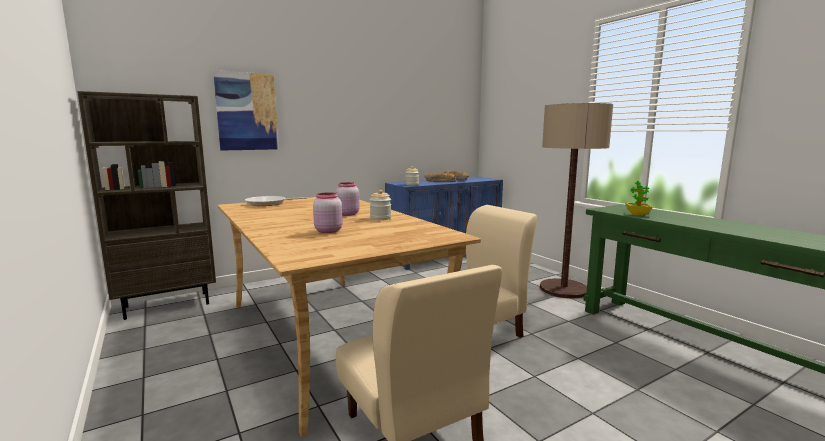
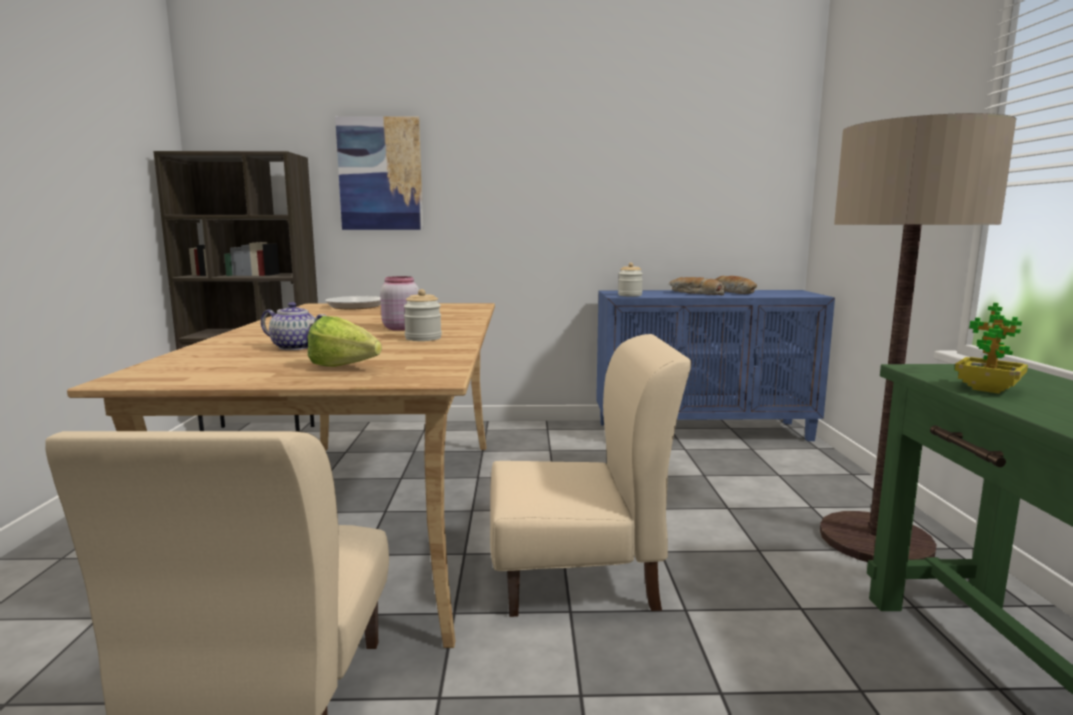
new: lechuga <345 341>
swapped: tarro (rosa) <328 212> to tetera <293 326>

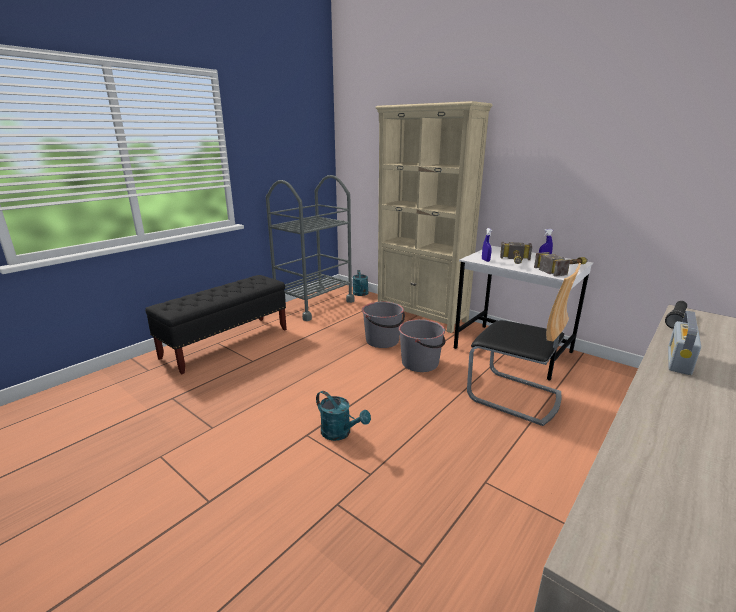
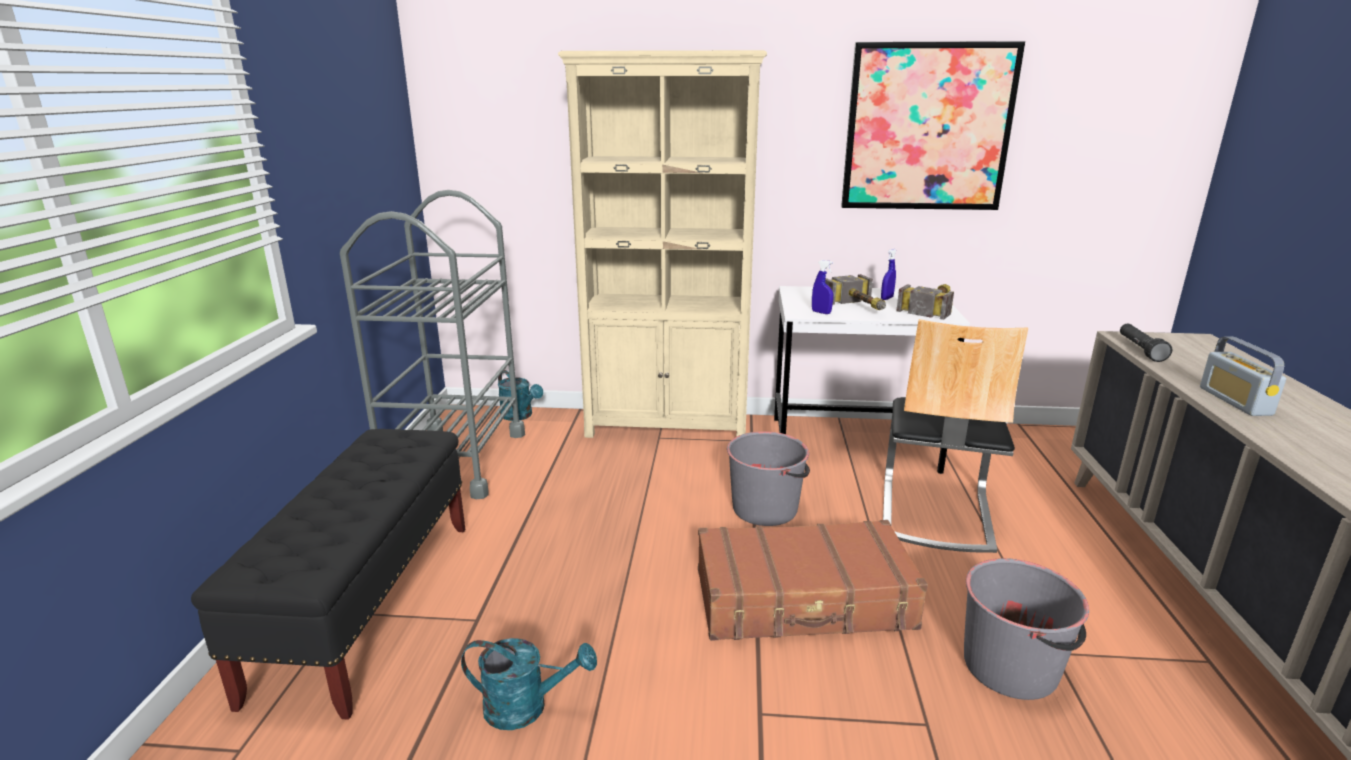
new: maleta (marrón) <813 580>; cuadro <933 125>
shifted: regadera (turquesa) <343 416> to <529 684>; cubo (gris) <383 325> to <1026 629>
rotated: silla <524 344> = <955 436> 105 degrees clockwise

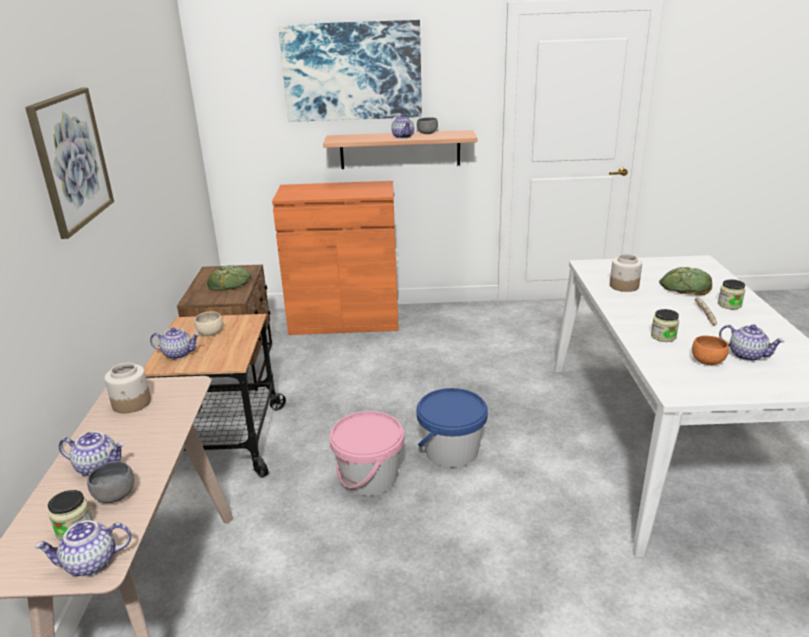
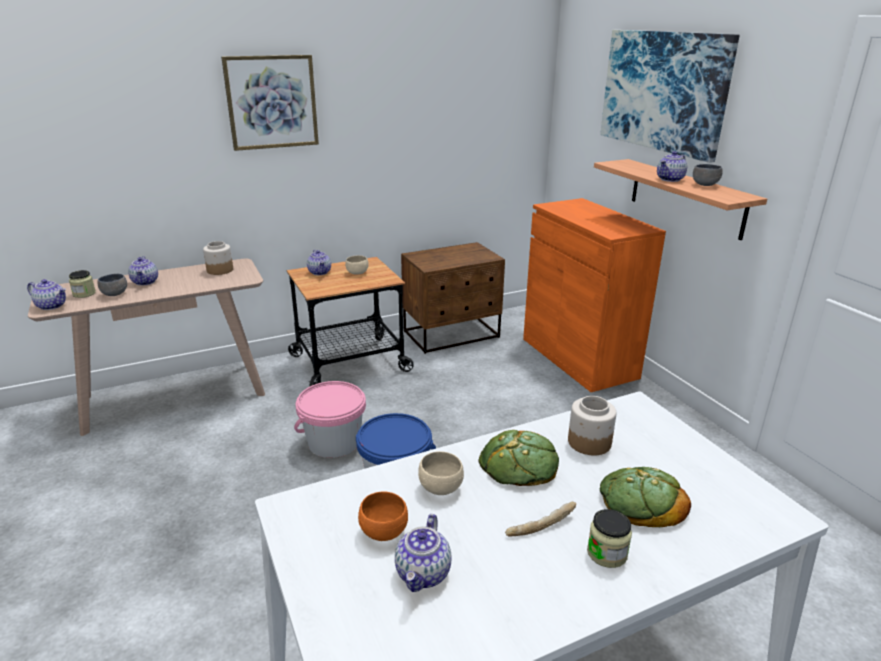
shifted: pan <229 278> to <519 458>
swapped: tarro <665 325> to cuenco (beis) <441 473>
rotated: tetera <83 548> = <46 294> 150 degrees clockwise

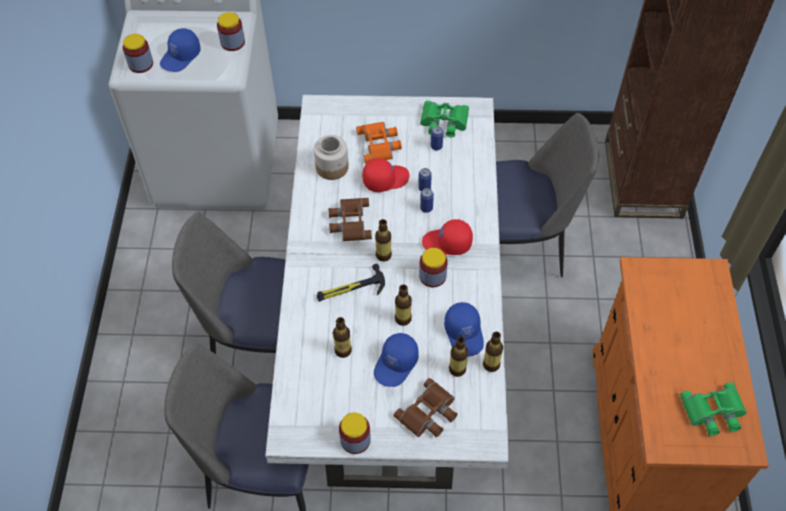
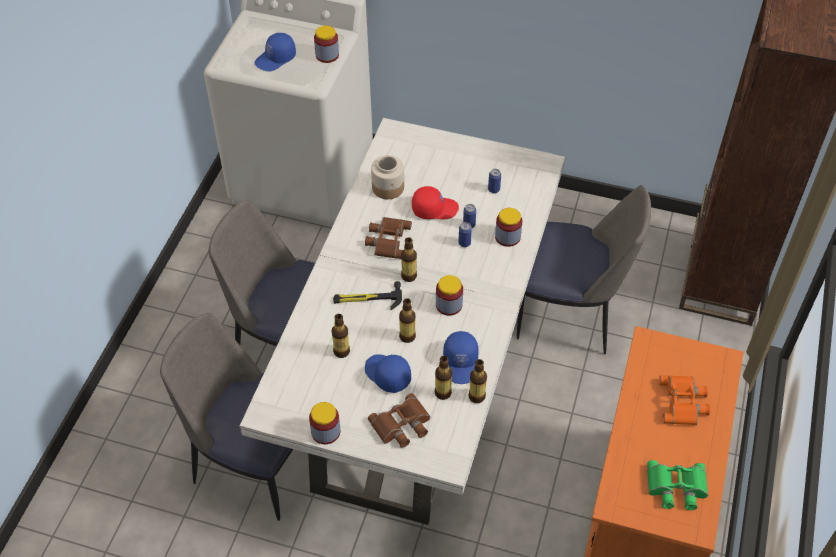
gone: prismáticos (verde) <444 119>; gorra (rojo) <447 237>
shifted: tarro <138 53> to <508 227>; prismáticos (naranja) <379 142> to <684 400>
rotated: gorra (azul) <396 360> = <388 373> 90 degrees clockwise

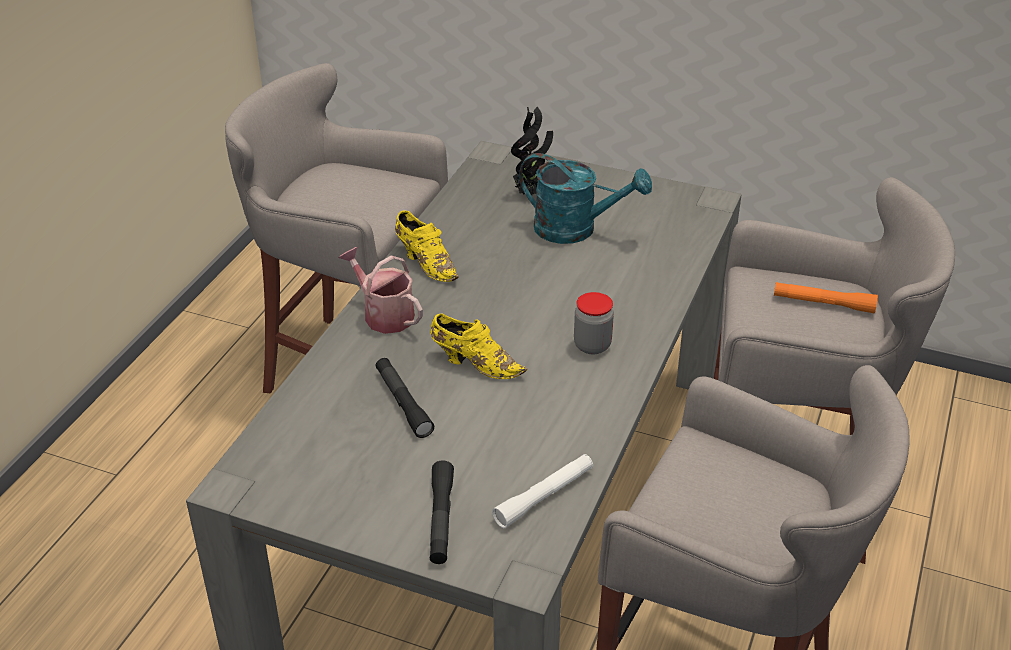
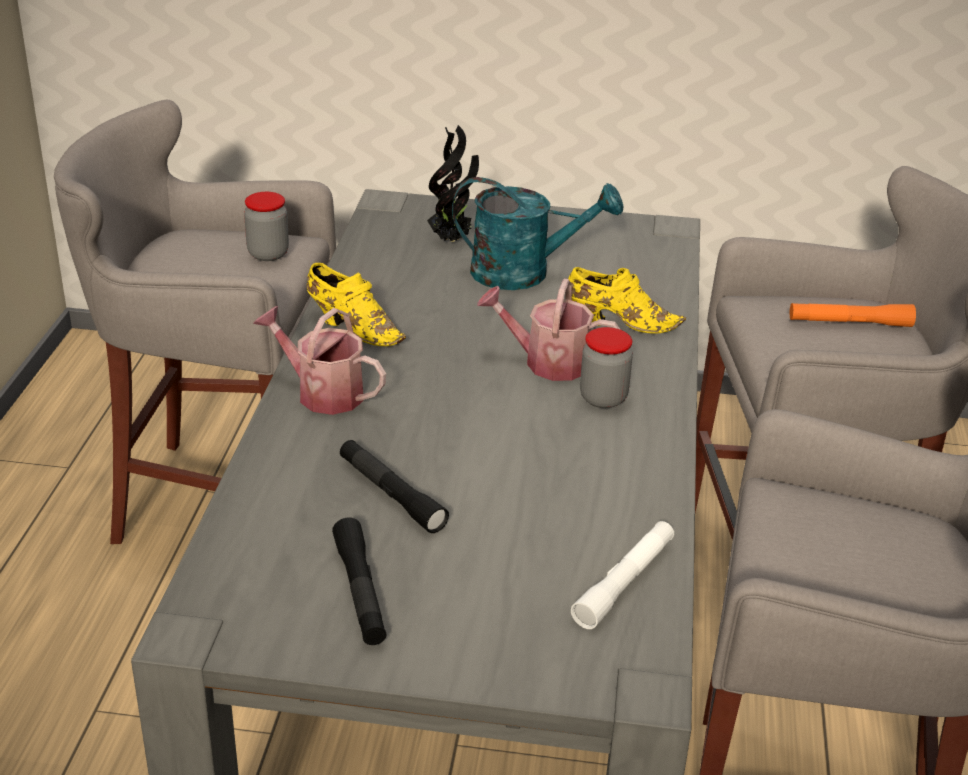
new: tarro <266 226>; regadera <549 330>
shifted: zapato (amarillo) <478 346> to <627 300>; linterna (negro) <442 512> to <359 581>

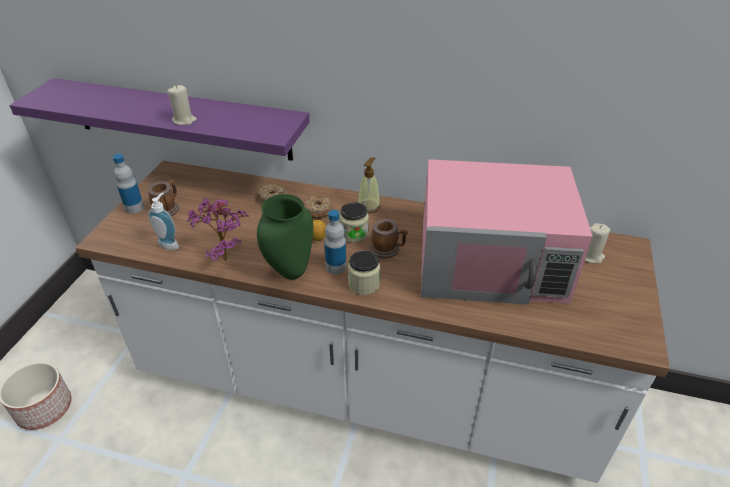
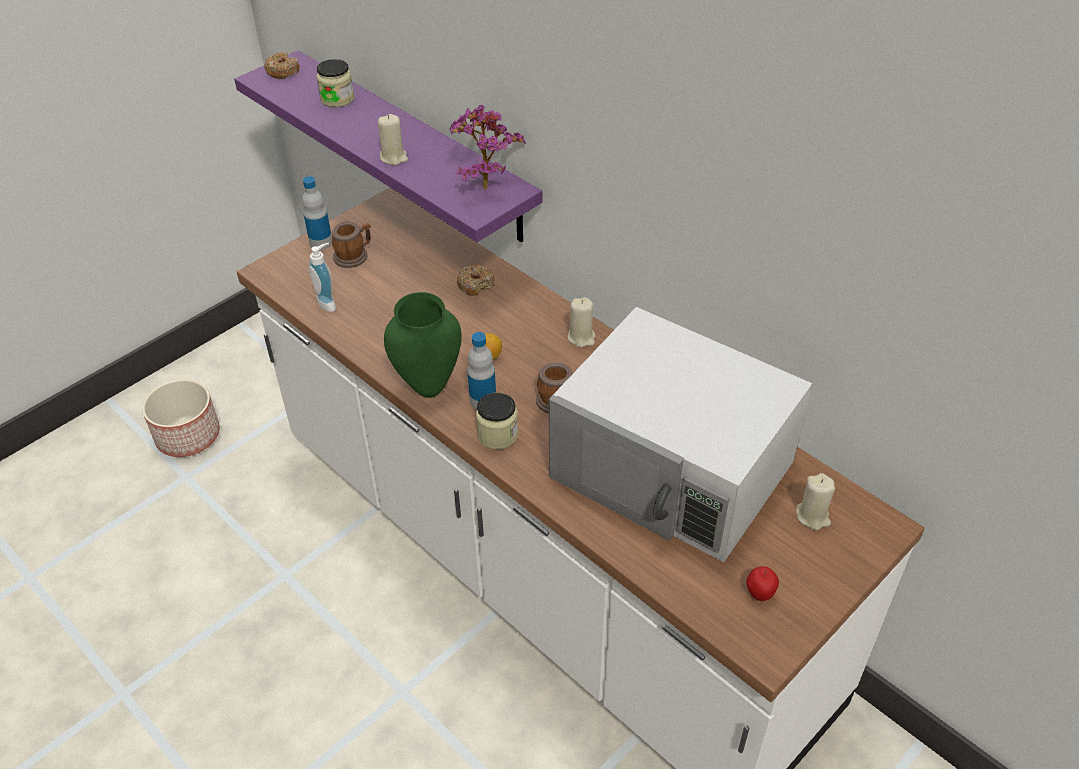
new: manzana <762 583>
shifted: planta en maceta <217 229> to <488 147>; rosquilla <318 207> to <282 65>; tarro <354 222> to <335 83>
swapped: dispensador de jabón <369 185> to vela (beis) <582 322>
repainted: microondas (rosa) <507 232> to microondas (blanco) <681 434>

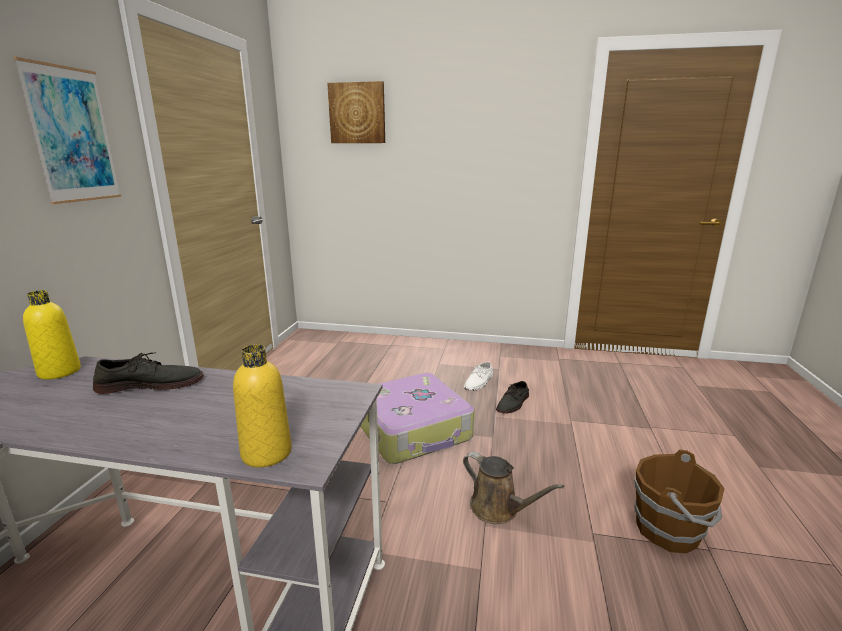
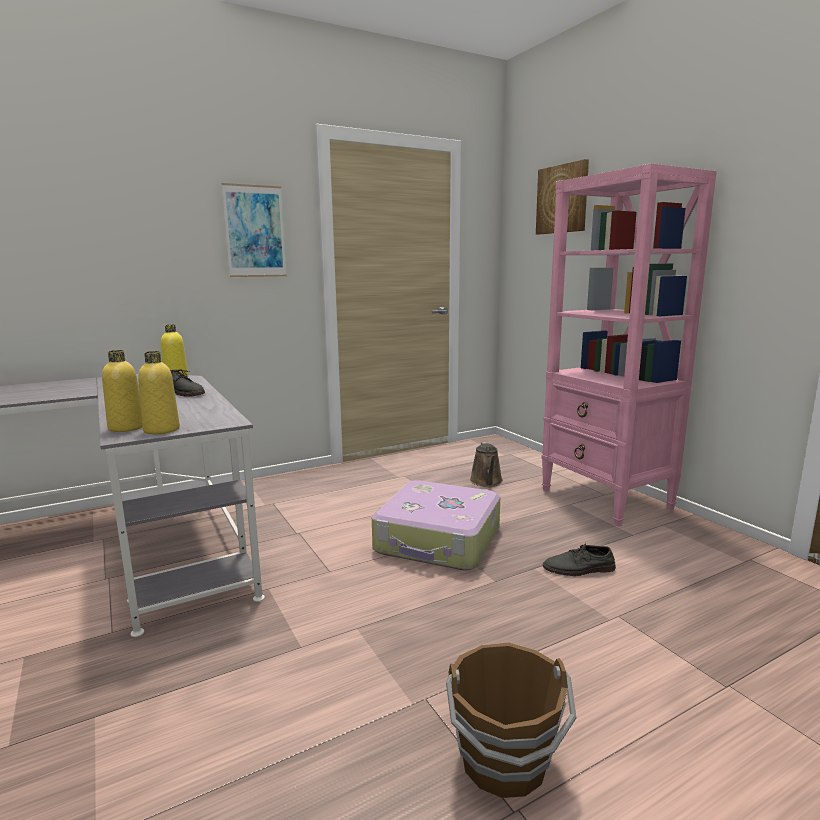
gone: zapato (blanco) <478 376>
new: botella (amarillo) <159 392>; estantería (rosa) <629 345>
shifted: regadera (marrón) <513 488> to <486 464>

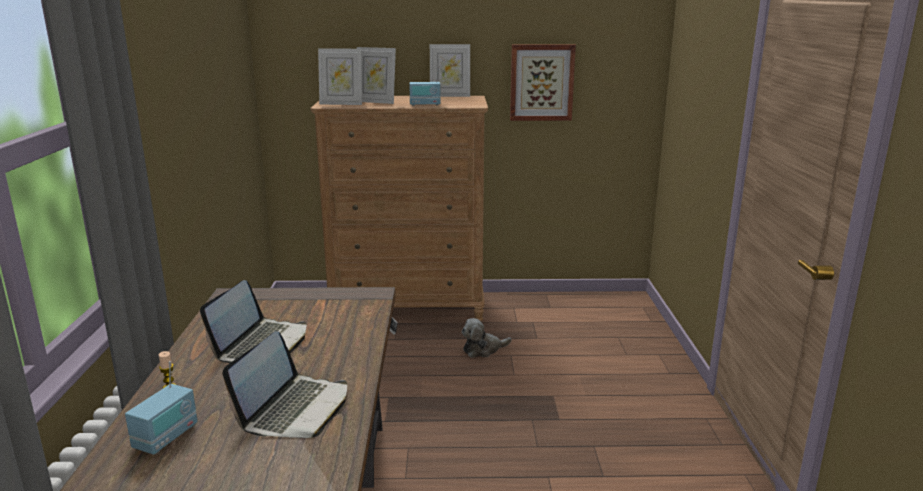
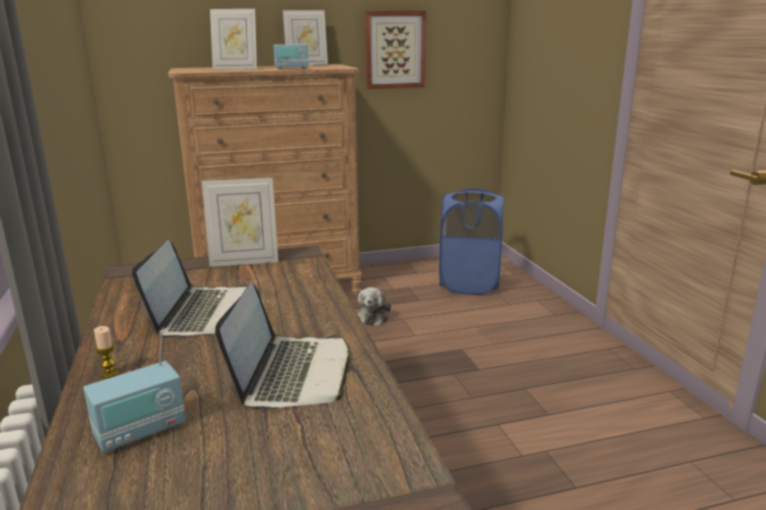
new: cesto de la ropa (azul) <471 241>
shifted: portarretratos <340 76> to <240 222>
rotated: radio <161 408> = <134 391> 45 degrees clockwise; peluche <486 338> = <374 306> 45 degrees counterclockwise

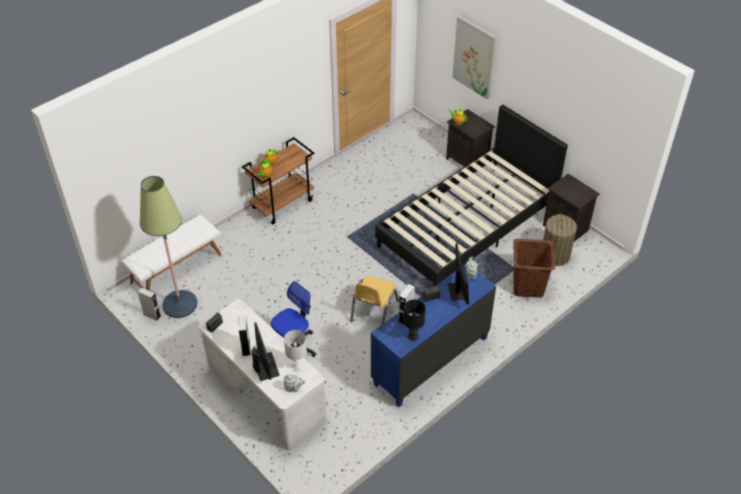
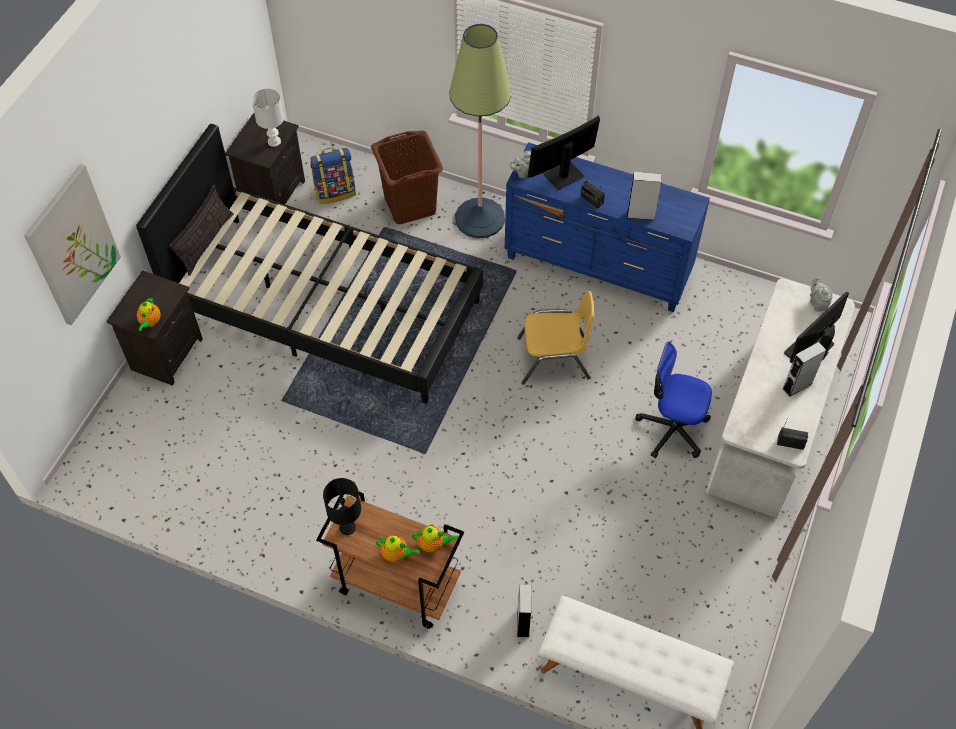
new: cojín <201 230>
shifted: altavoz (gris) <149 304> to <524 610>; lámpara de pie <168 247> to <480 131>; lámpara de mesa (blanco) <295 350> to <268 117>; lámpara de mesa (negro) <414 320> to <342 506>
swapped: cesto de la ropa <560 239> to mochila <333 175>

